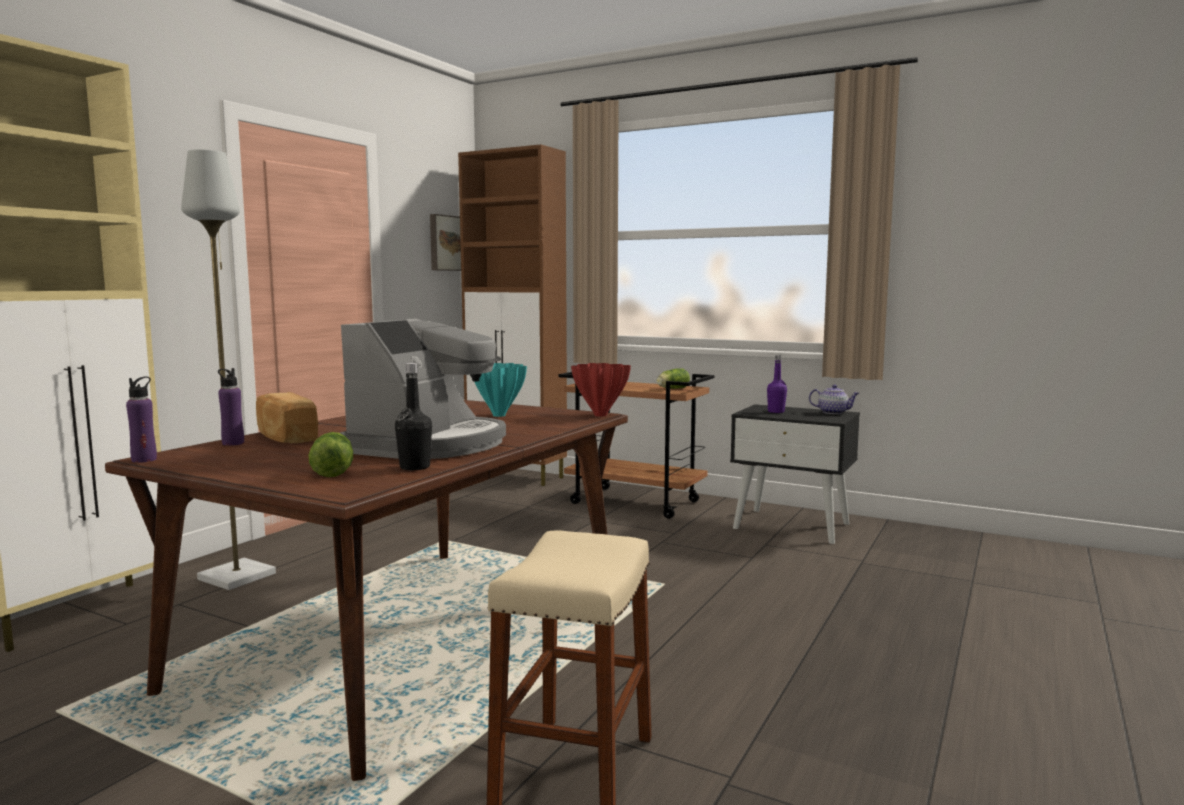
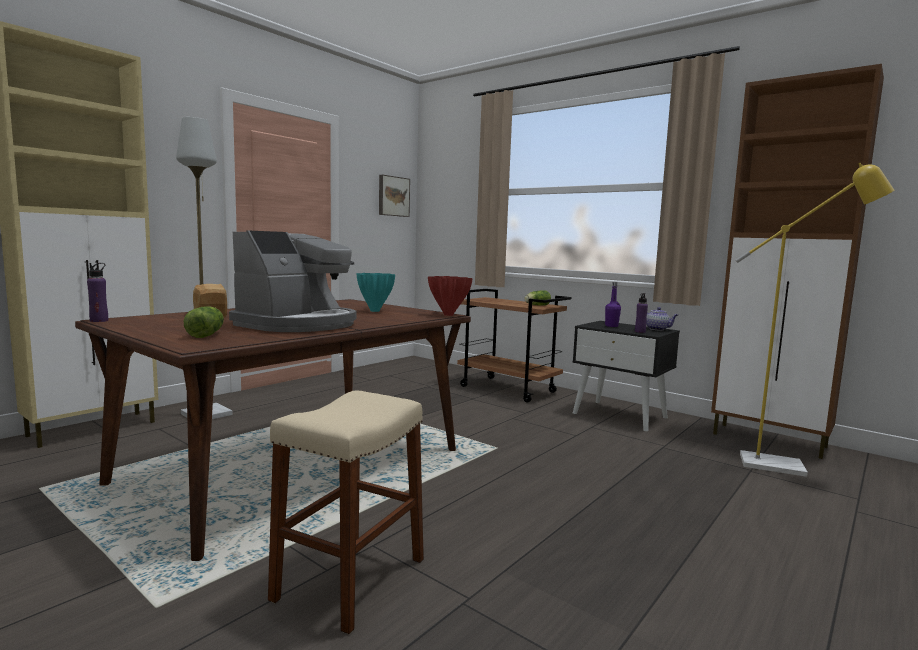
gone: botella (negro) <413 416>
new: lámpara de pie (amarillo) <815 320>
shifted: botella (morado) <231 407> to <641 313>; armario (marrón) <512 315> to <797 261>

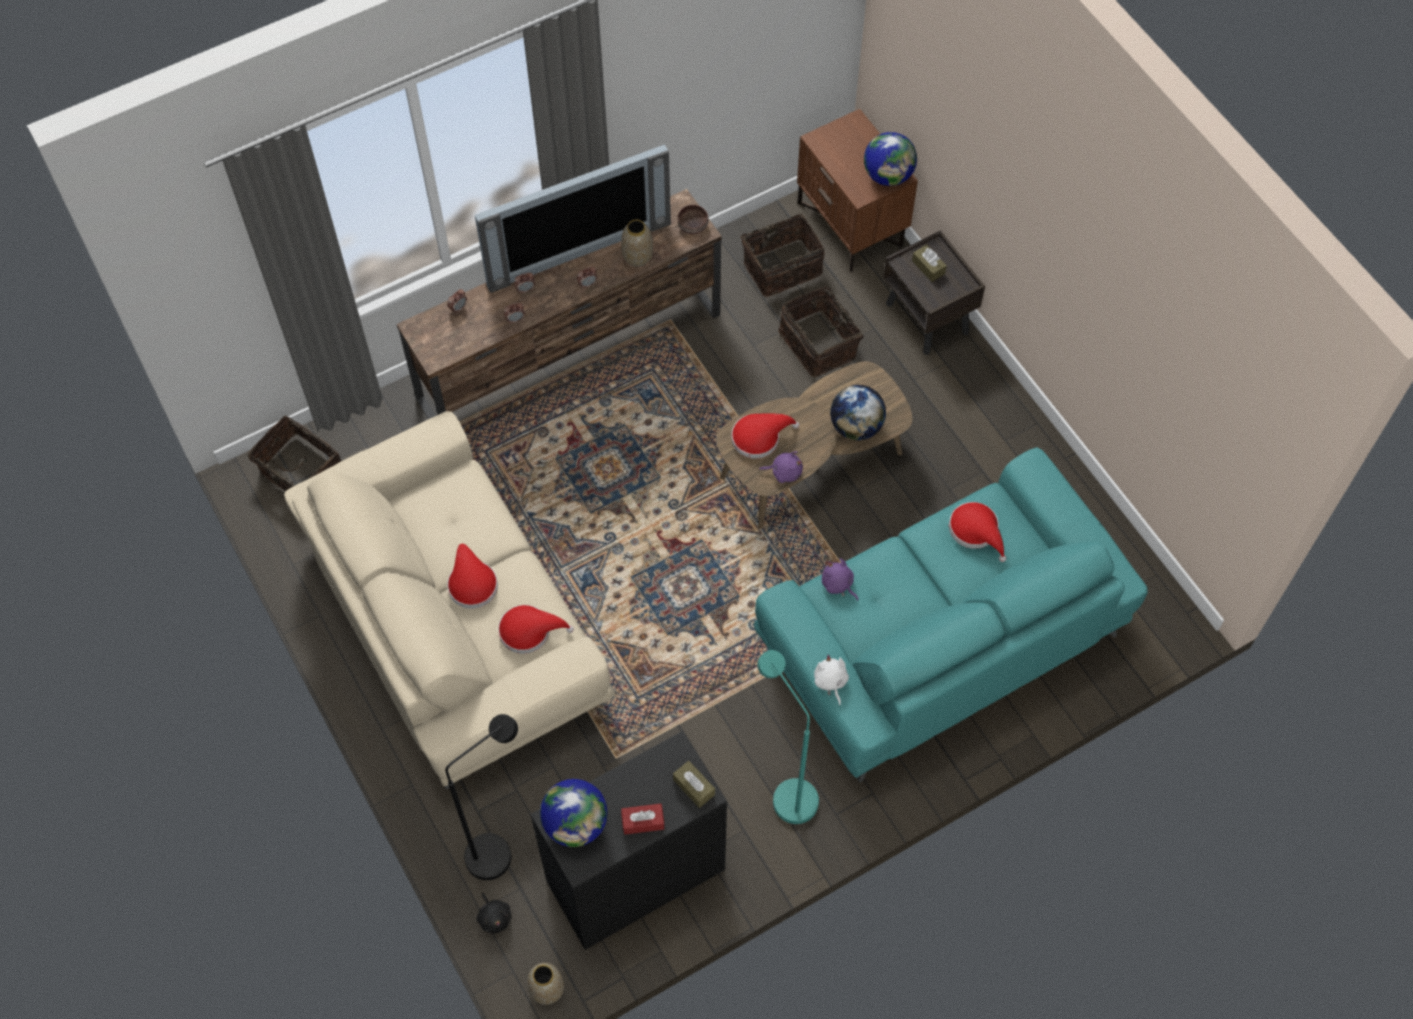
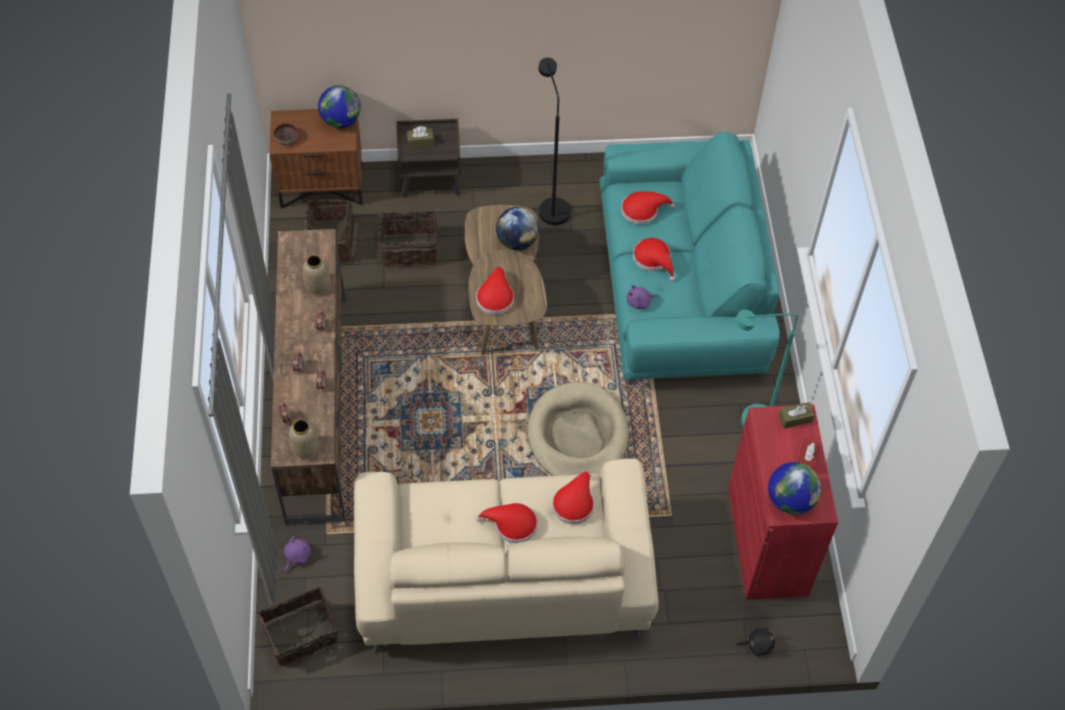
gone: televisor <573 218>; peluche (blanco) <831 680>
new: cama para perro (beis) <578 429>; sombrero (rojo) <654 259>
shifted: lámpara de pie (negro) <481 797> to <554 141>; florero <545 984> to <304 439>; cuenco (marrón) <693 219> to <286 134>; peluche (morado) <781 467> to <297 554>
repainted: armario (negro) <628 840> to armario (rojo) <783 502>

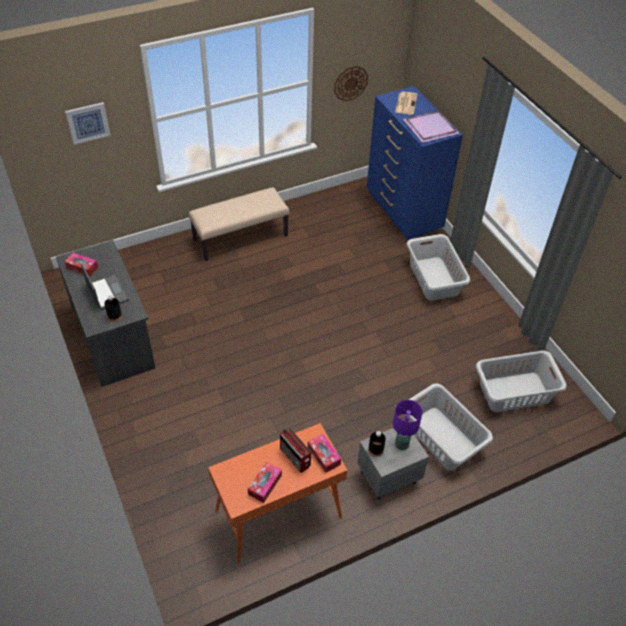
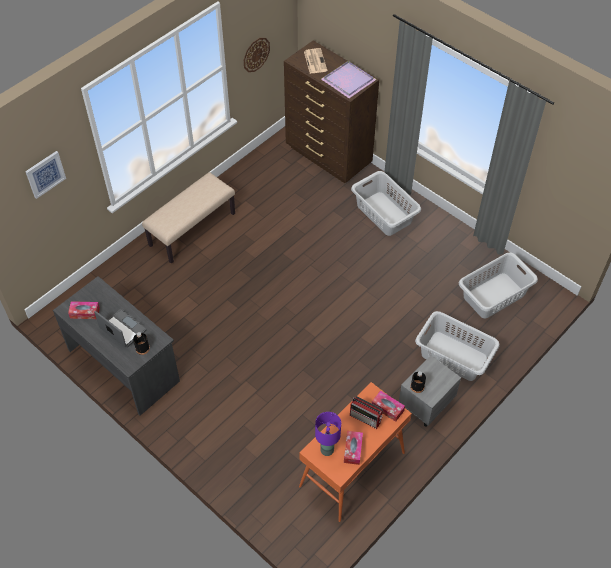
shifted: lámpara de mesa (morado) <408 425> to <328 434>
repainted: cómoda (azul) <415 163> to cómoda (marrón) <331 112>

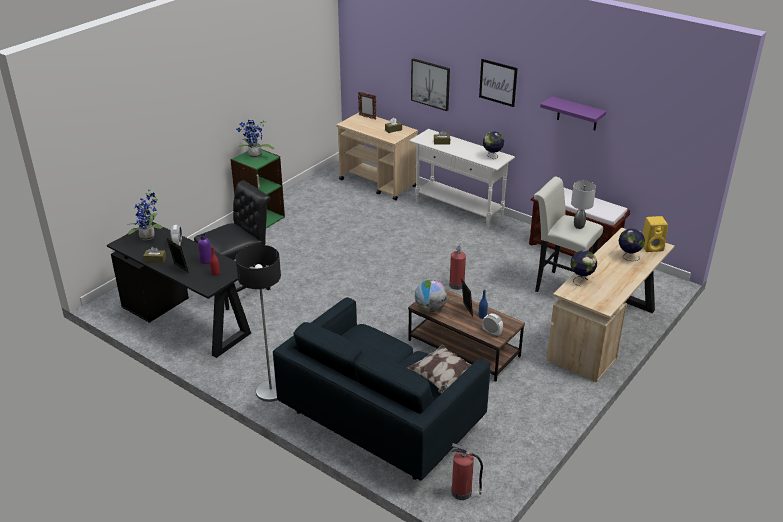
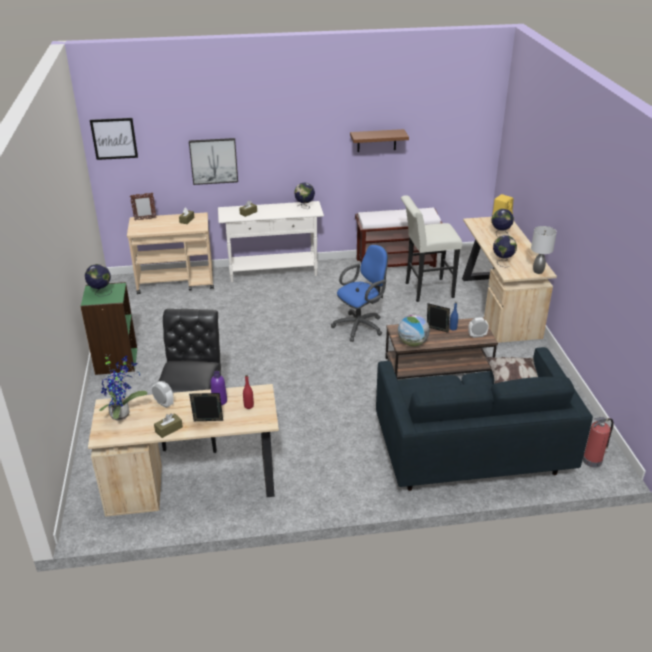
gone: lámpara de pie <258 323>
shifted: cuadro <498 83> to <114 139>; lámpara de mesa (gris) <583 205> to <544 250>
swapped: planta en maceta <255 139> to globo terráqueo <98 280>; extintor <457 268> to silla de oficina (azul) <359 293>
repainted: escritorio (negro) <179 290> to escritorio (beis) <183 450>; estante (morado) <573 113> to estante (marrón) <379 140>

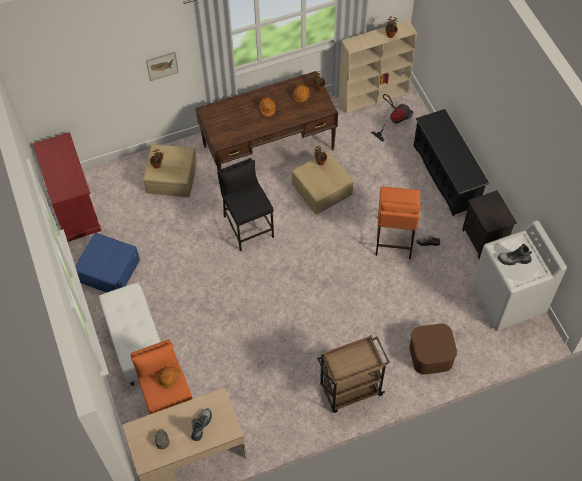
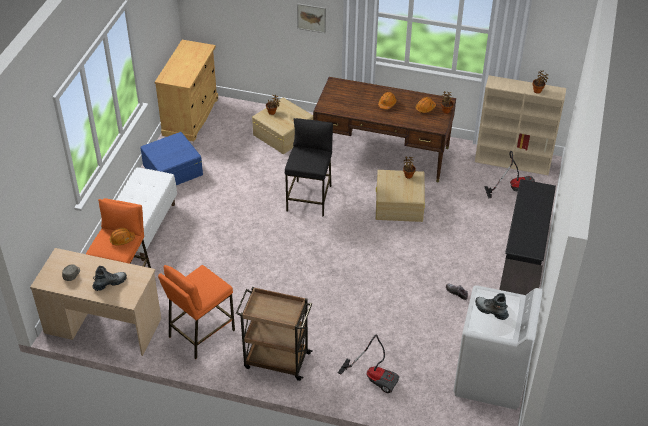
shifted: taburete (naranja) <398 223> to <196 312>
swapped: caja de almacenaje (marrón) <433 349> to aspiradora <368 363>
repainted: armario (rojo) <67 187> to armario (beis) <186 90>

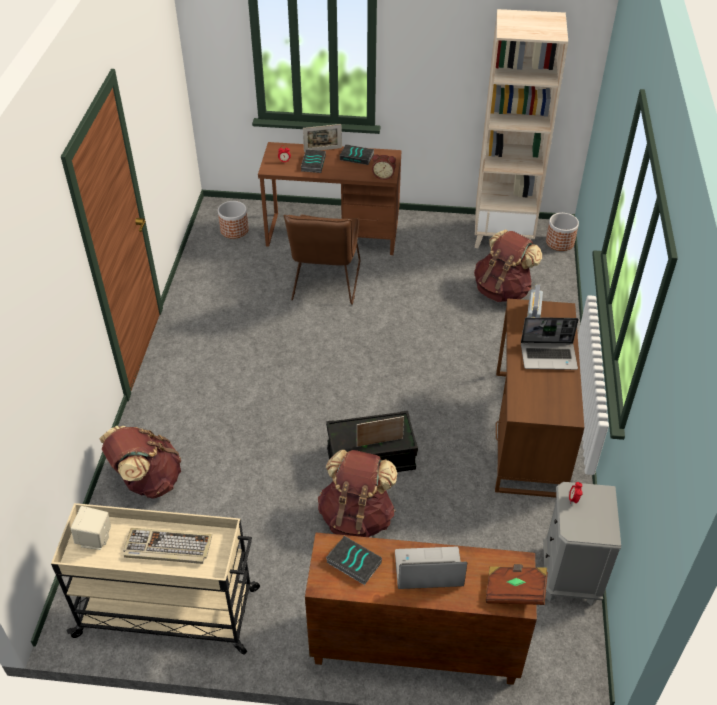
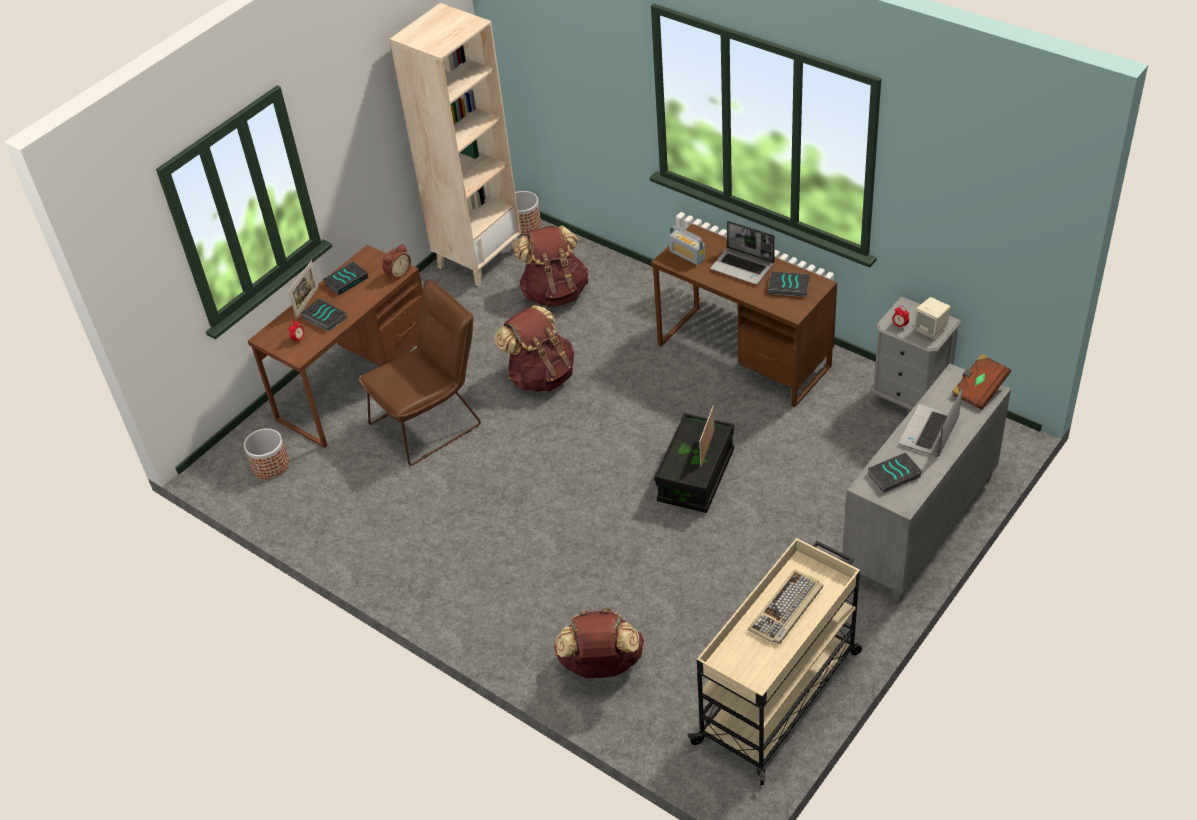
new: libro <789 284>
shifted: altavoz (beis) <91 528> to <932 318>; mochila (marrón) <357 493> to <534 348>
repainted: armario (marrón) <421 608> to armario (gris) <926 483>
rotated: silla (marrón) <322 259> = <420 373> 75 degrees counterclockwise; portátil <550 343> = <742 253> 90 degrees clockwise

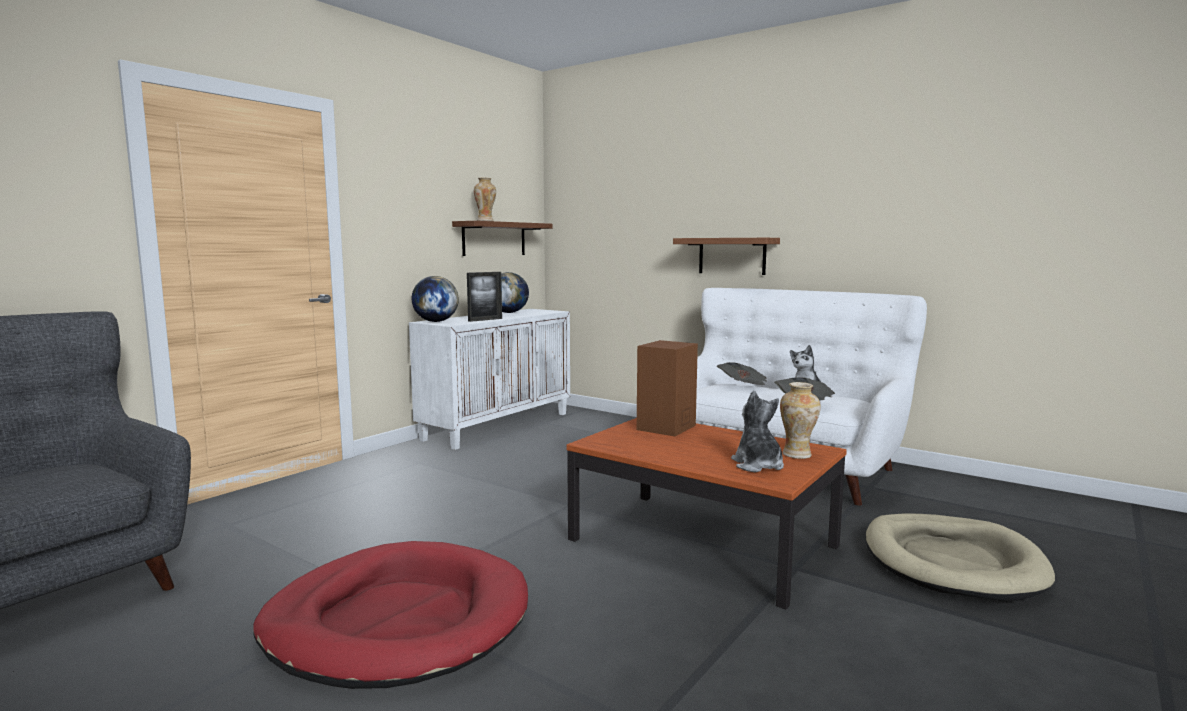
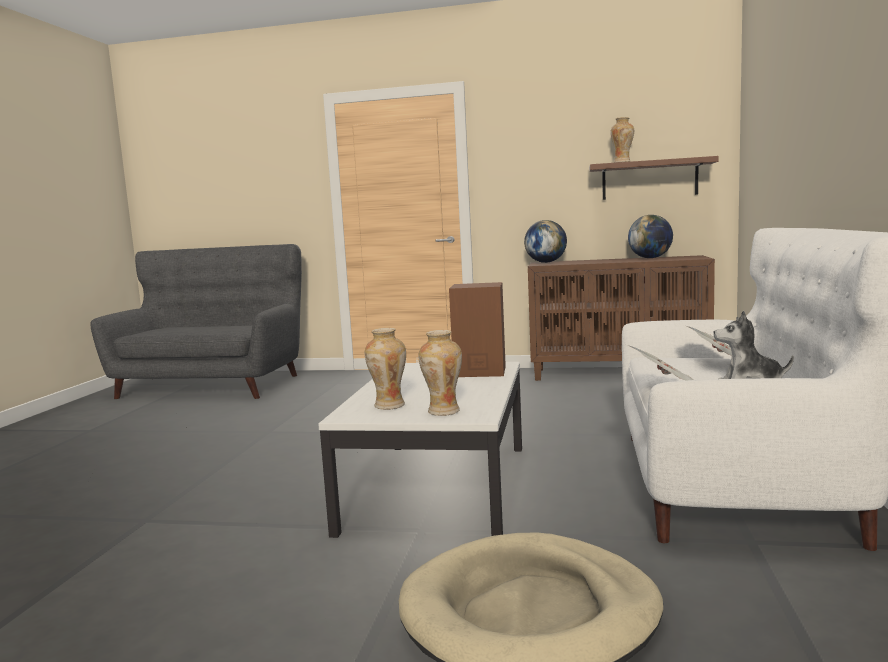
gone: cama para perro (rojo) <390 615>; portarretratos <484 297>; estante <726 256>
swapped: peluche <757 431> to florero <385 369>
repainted: armario (blanco) <489 379> to armario (marrón) <621 318>; mesa de centro (marrón) <707 513> to mesa de centro (blanco) <420 450>

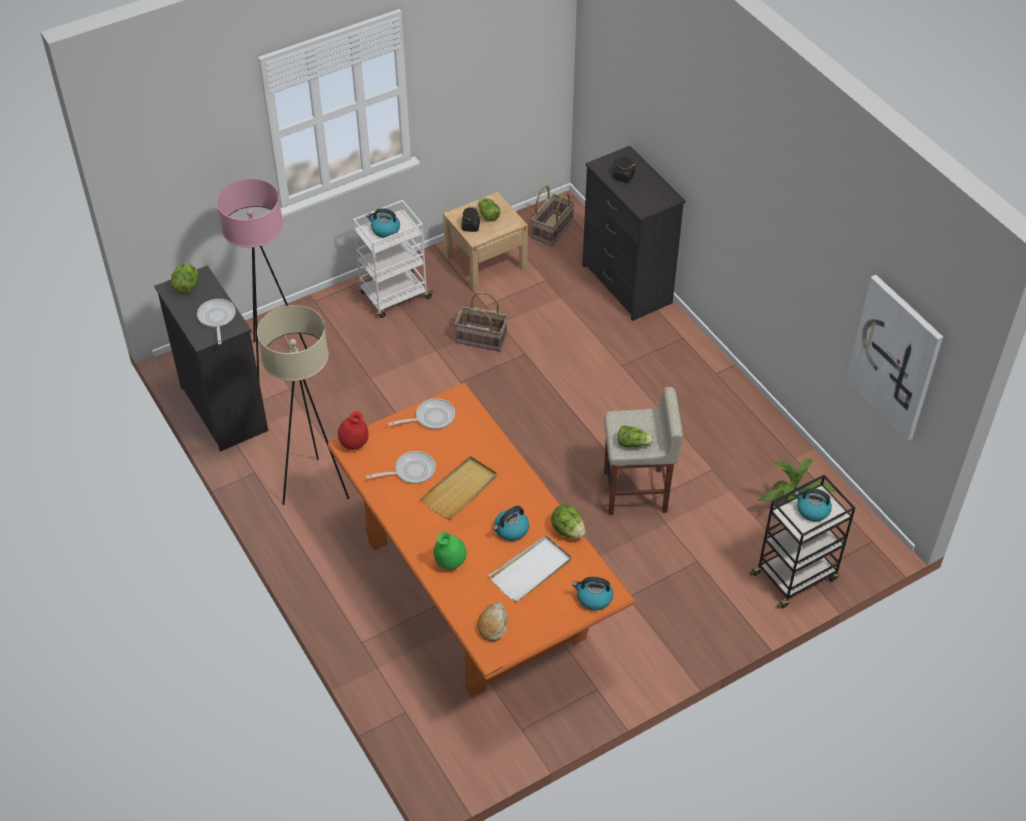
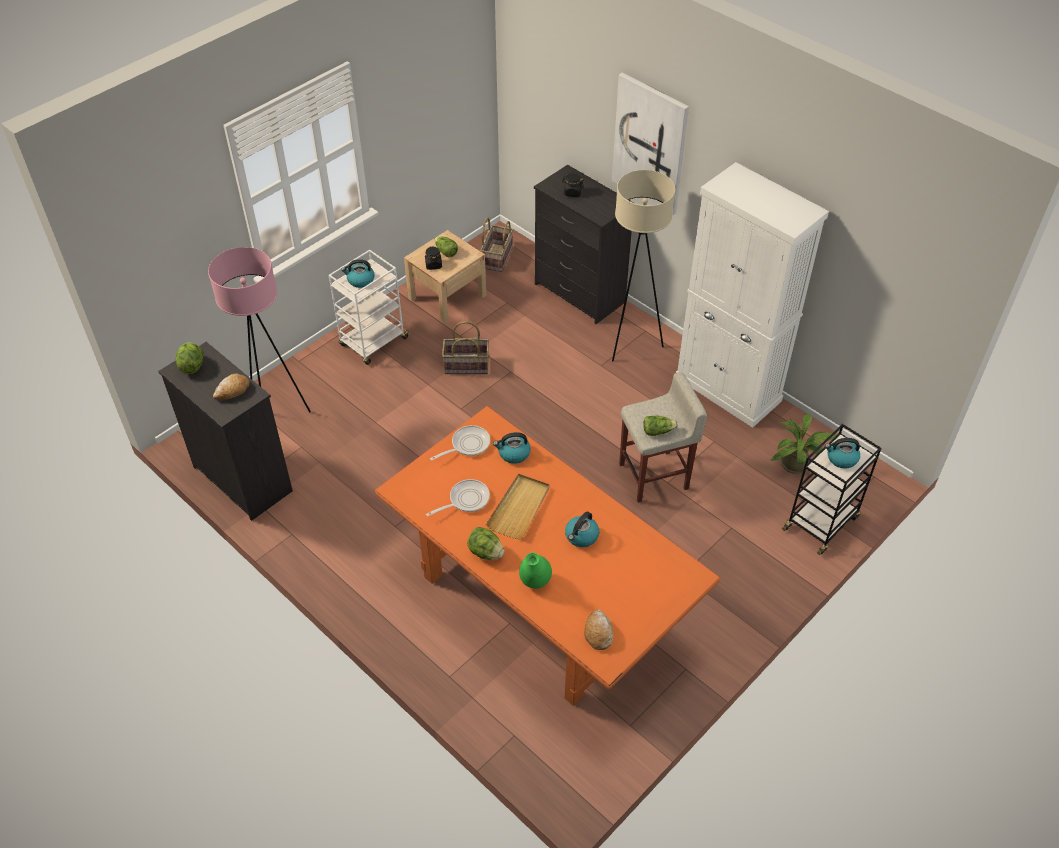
gone: florero (rojo) <353 430>; bandeja (blanco) <530 568>
new: armario (blanco) <752 295>
shifted: lámpara de pie (beis) <303 405> to <644 265>; lechuga <568 521> to <486 543>; hervidor <592 593> to <512 448>; cuadro <894 358> to <650 143>
swapped: sartén <216 322> to pan <231 386>

